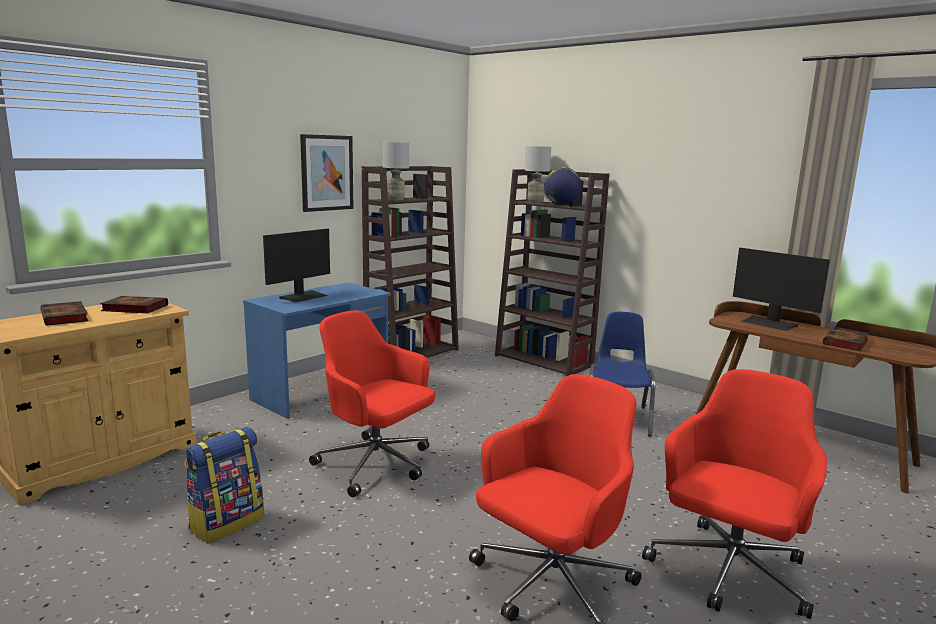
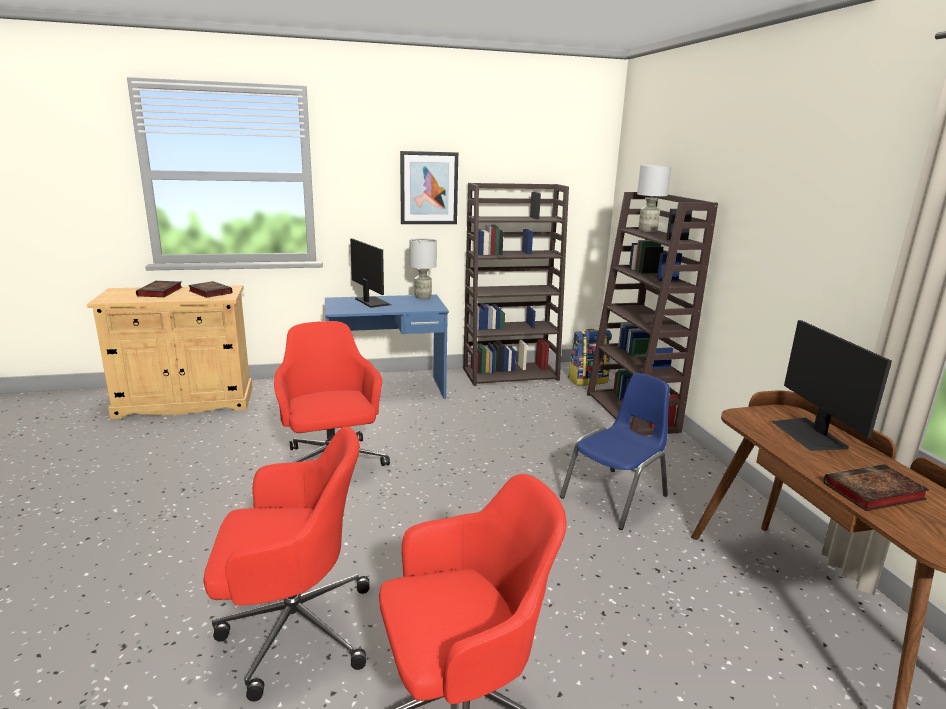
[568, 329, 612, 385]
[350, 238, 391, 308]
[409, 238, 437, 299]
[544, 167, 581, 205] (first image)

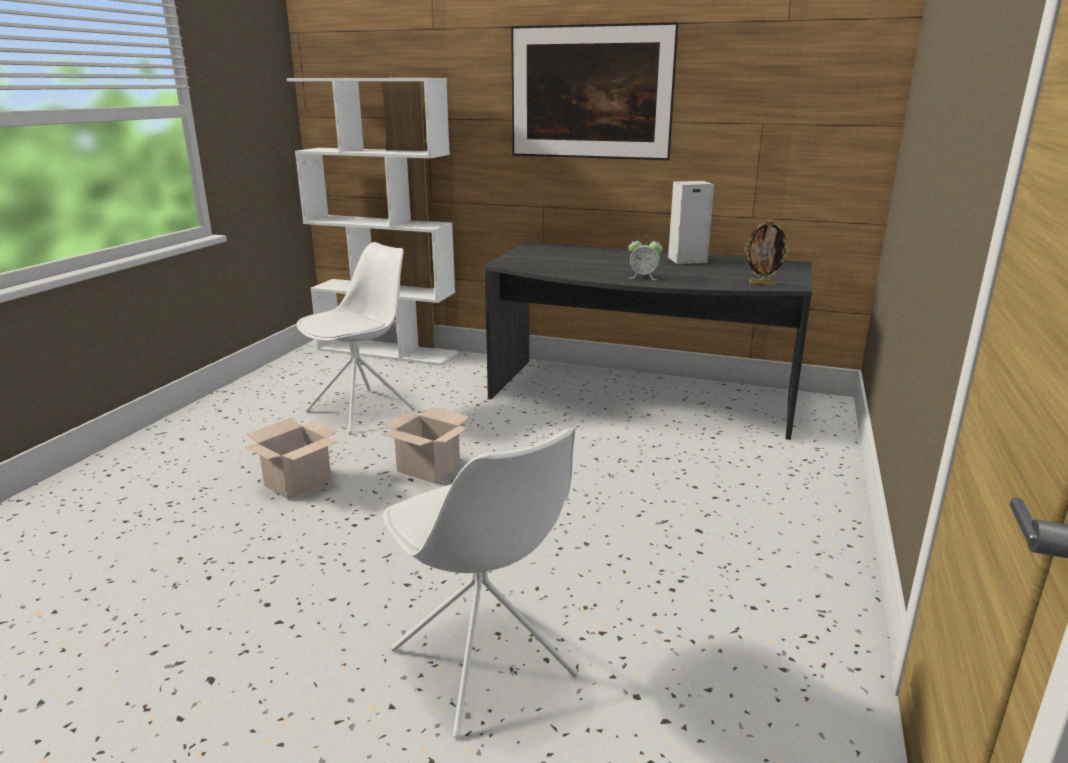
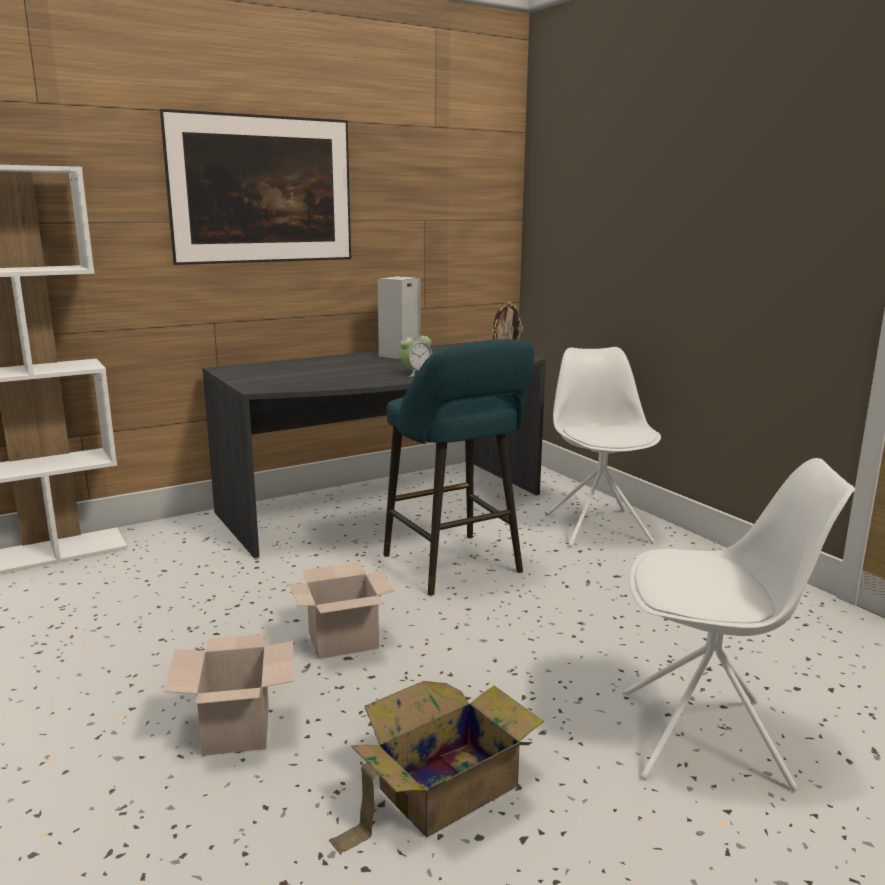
[547, 347, 661, 547]
[329, 681, 544, 855]
[383, 339, 534, 595]

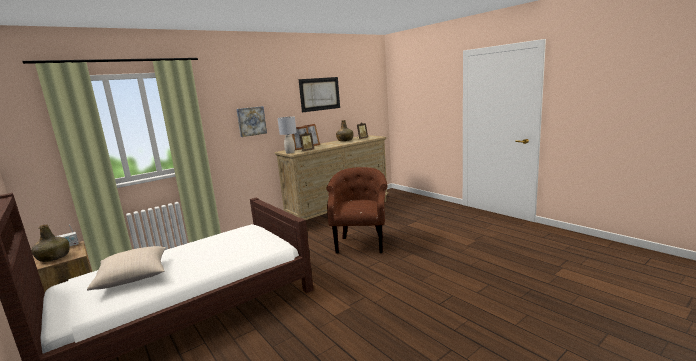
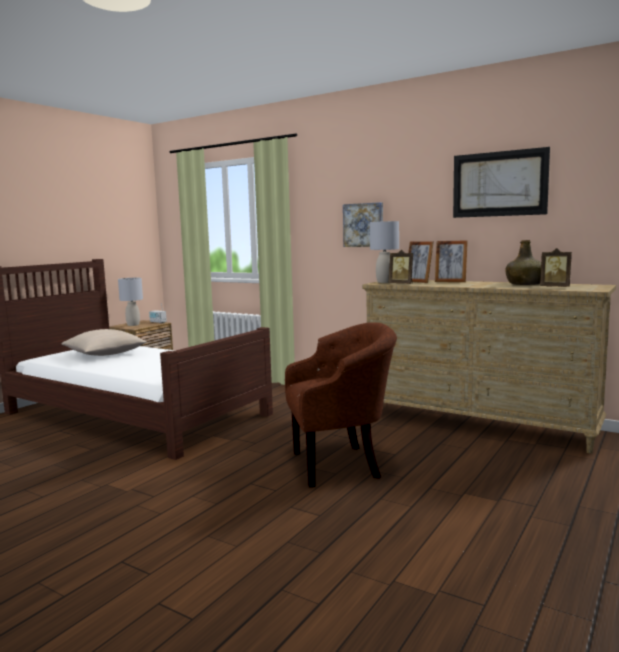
[118, 278, 143, 326]

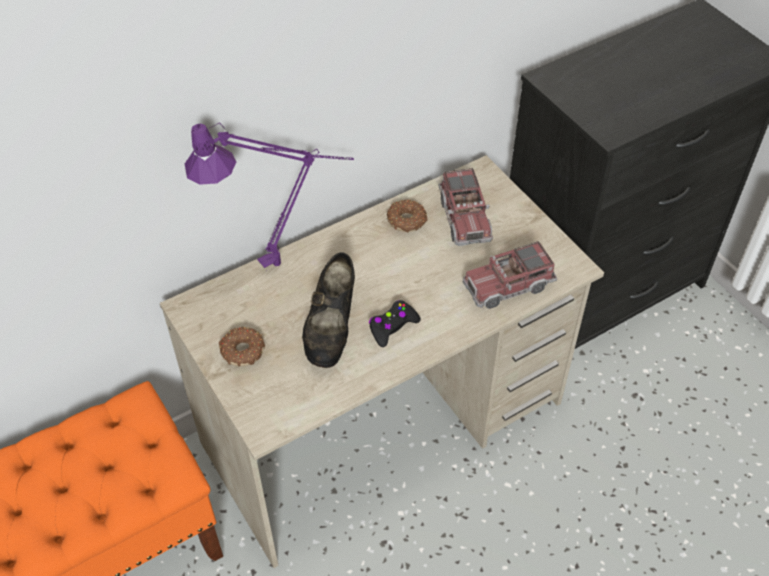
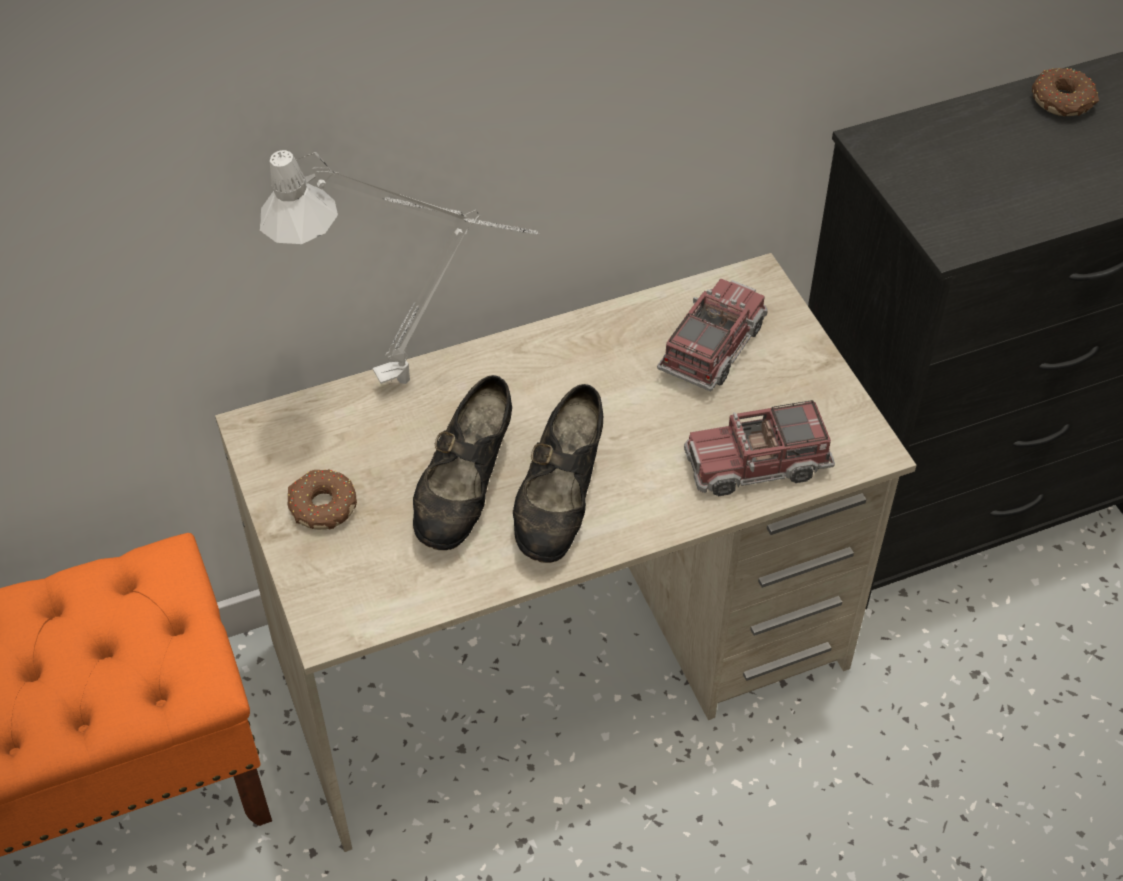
[260, 150, 539, 384]
[513, 384, 603, 563]
[1032, 68, 1099, 117]
[657, 279, 768, 391]

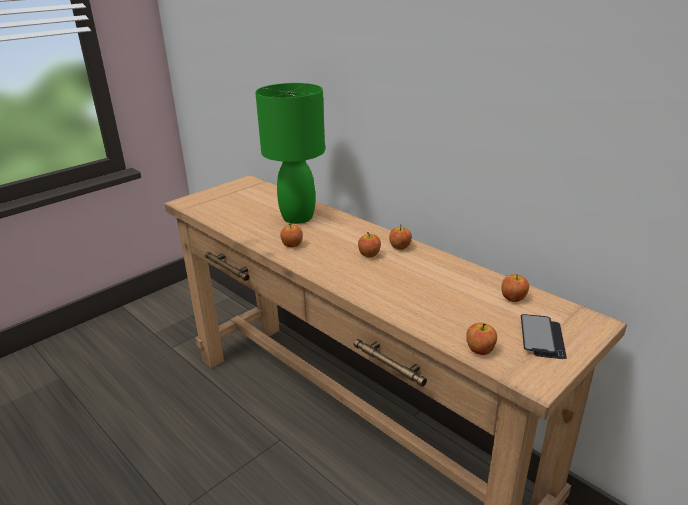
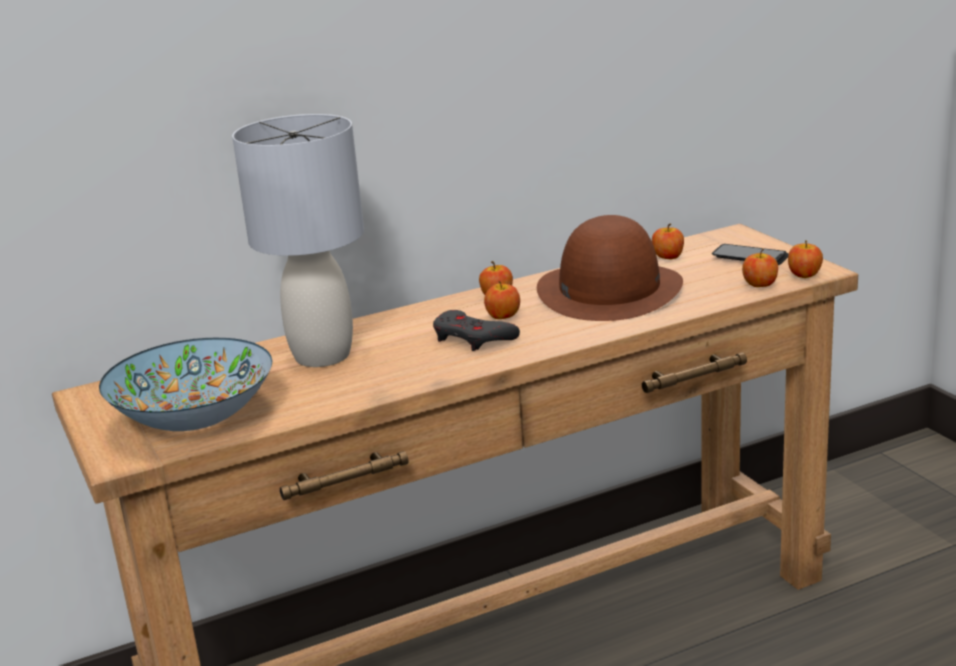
[232, 114, 364, 367]
[788, 240, 823, 278]
[99, 338, 272, 431]
[433, 310, 520, 351]
[537, 215, 683, 321]

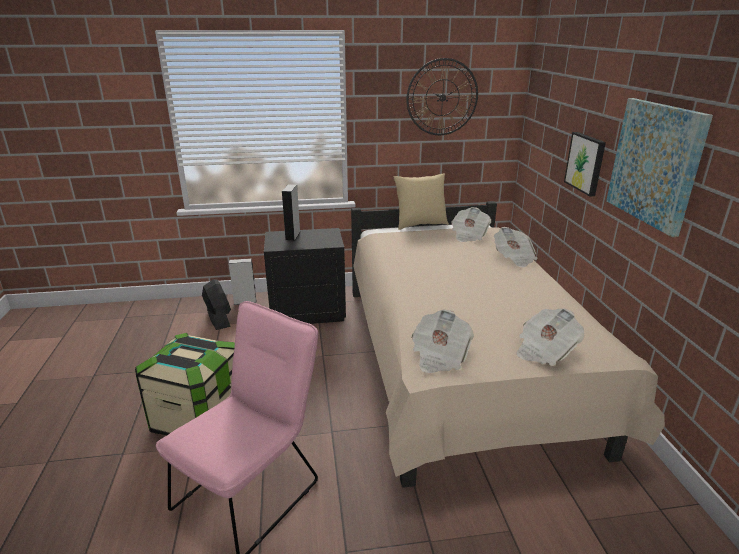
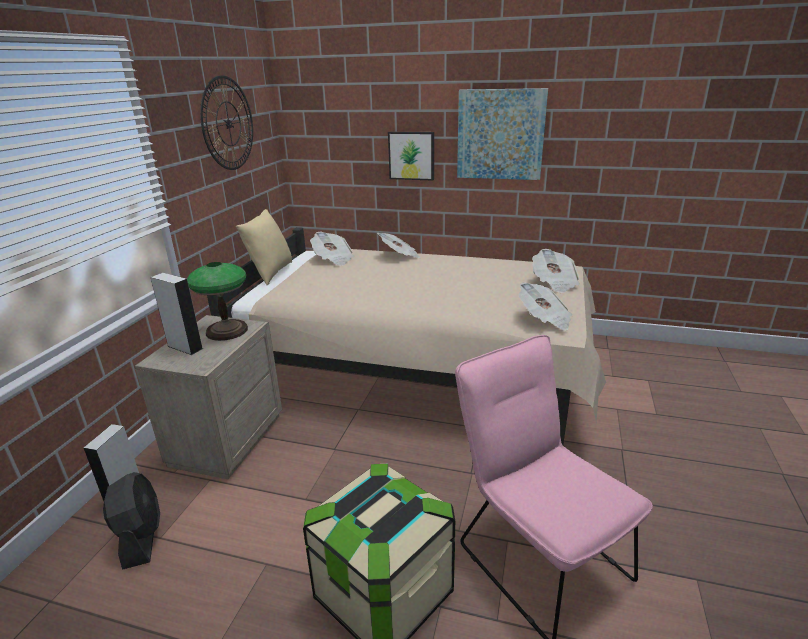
[103, 472, 160, 570]
[134, 315, 282, 479]
[187, 262, 248, 341]

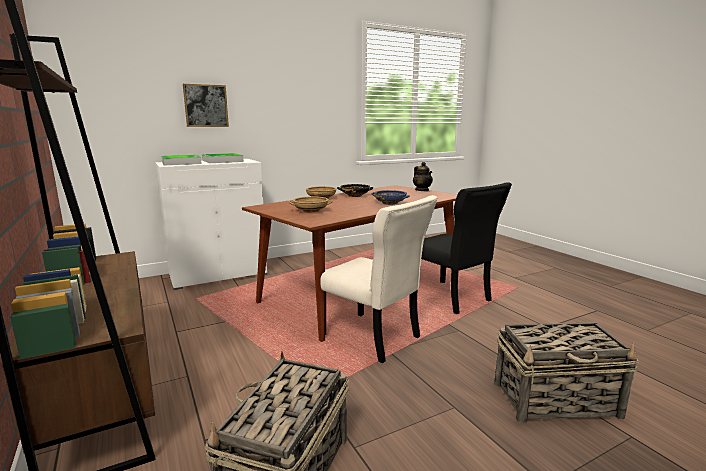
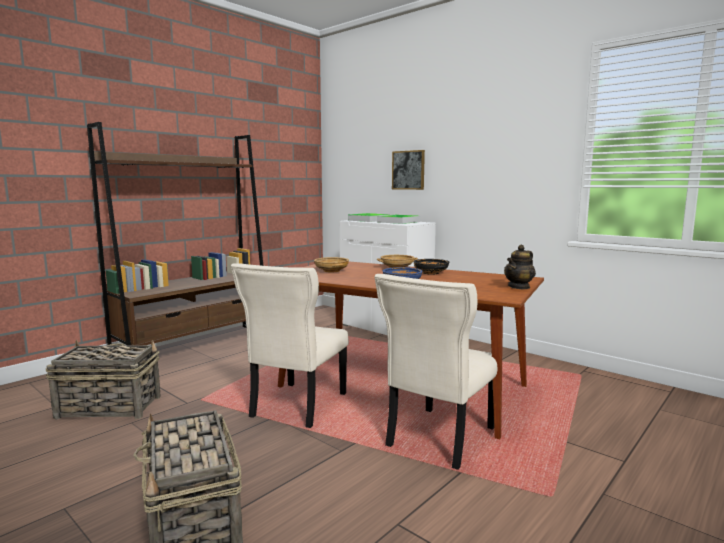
[375, 274, 497, 470]

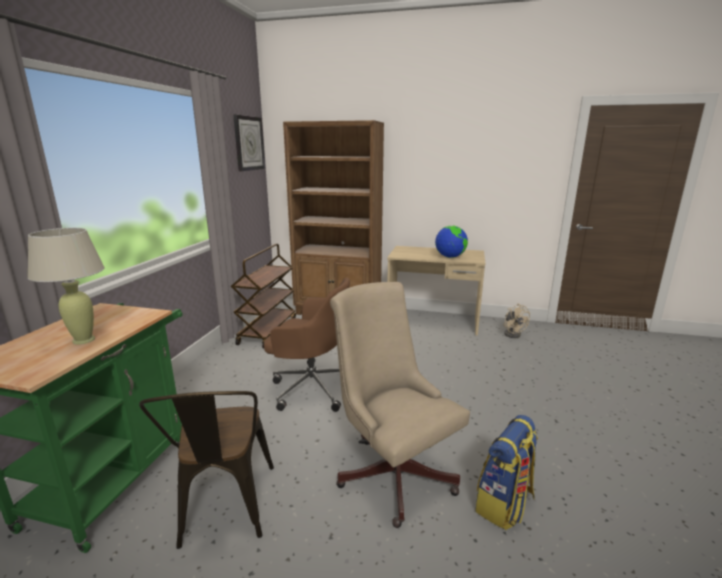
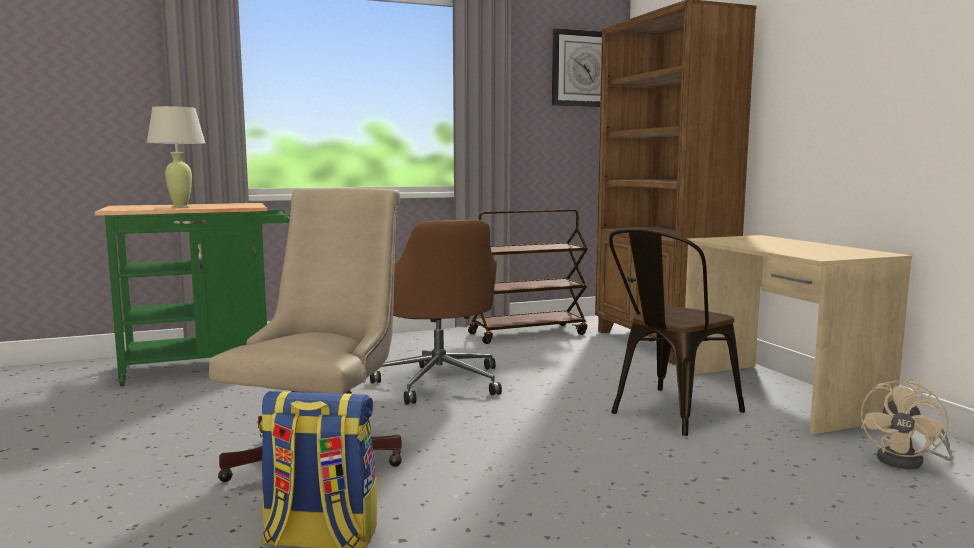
[609, 229, 745, 436]
[435, 226, 468, 258] (first image)

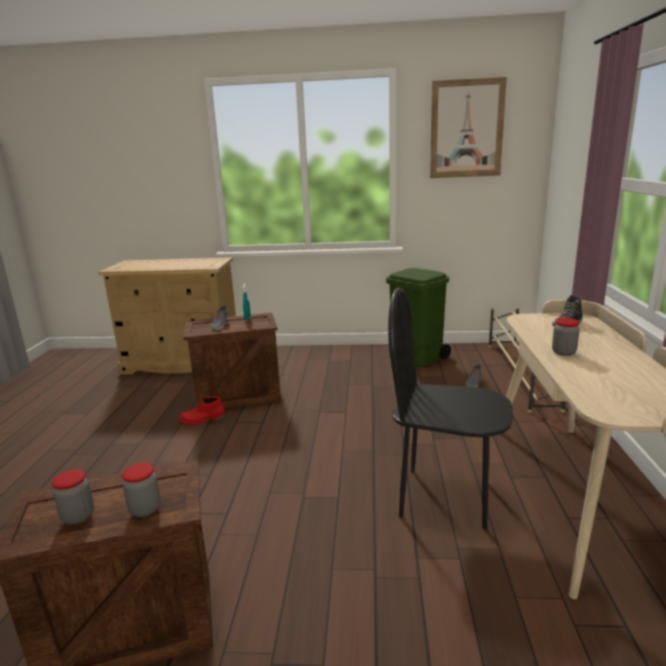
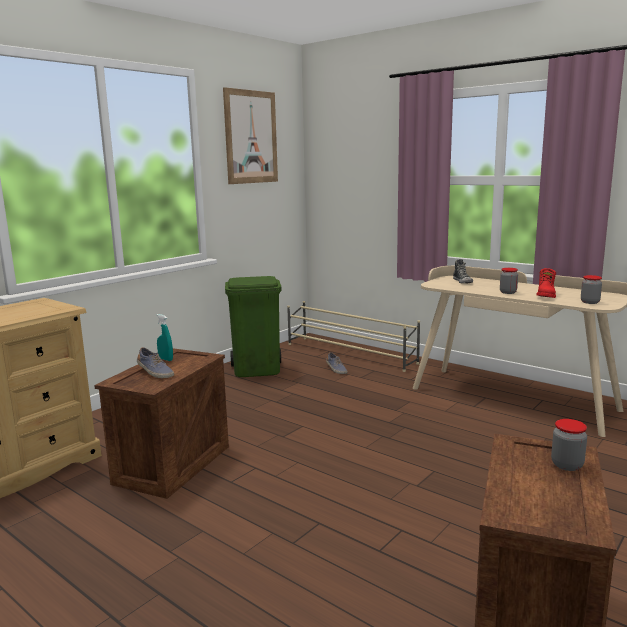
[581, 275, 602, 304]
[537, 268, 556, 298]
[388, 287, 513, 530] (first image)

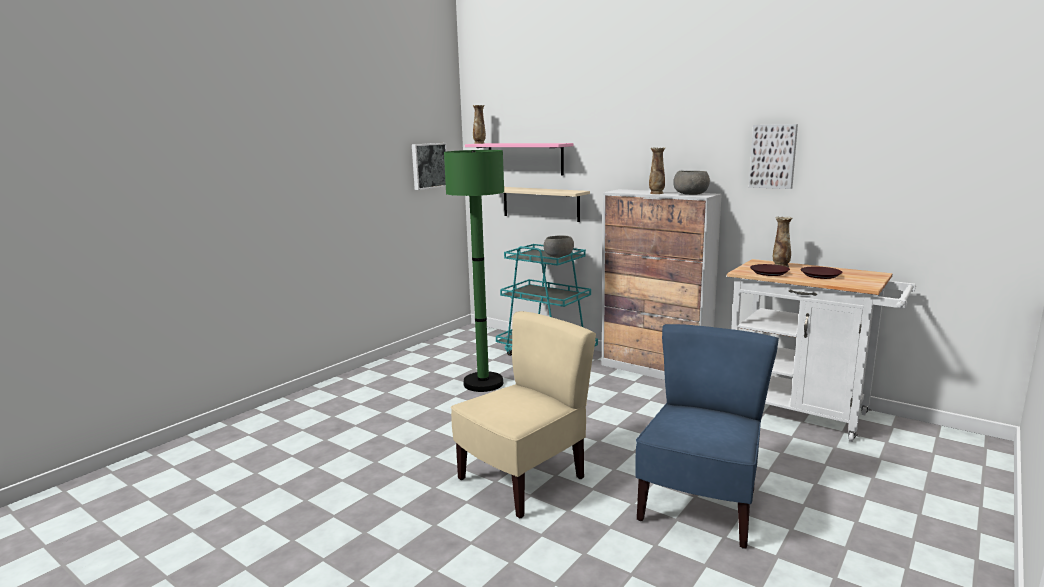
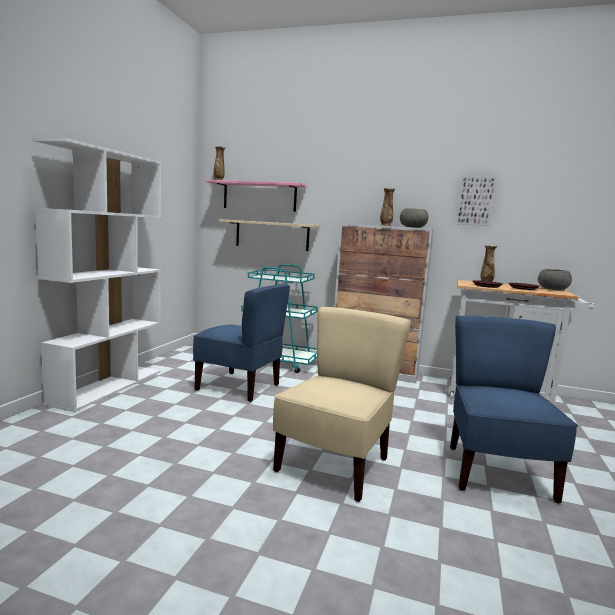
[412, 143, 447, 190] (first image)
[193, 284, 290, 402]
[538, 269, 572, 290]
[32, 138, 161, 412]

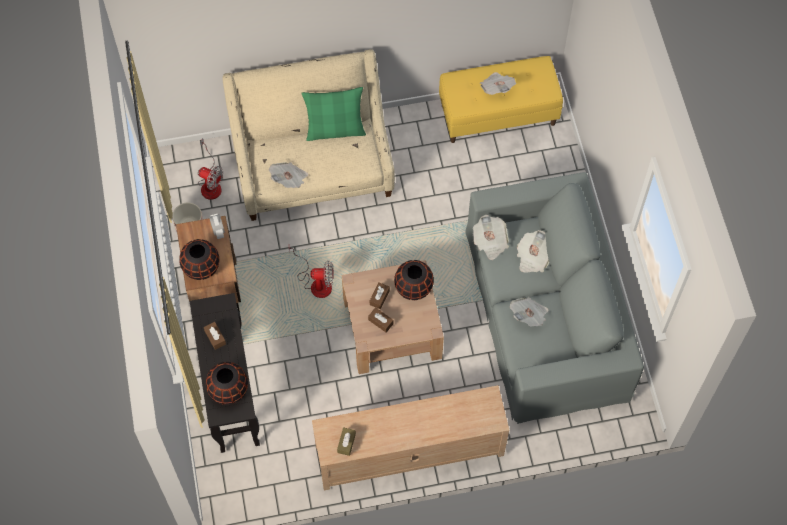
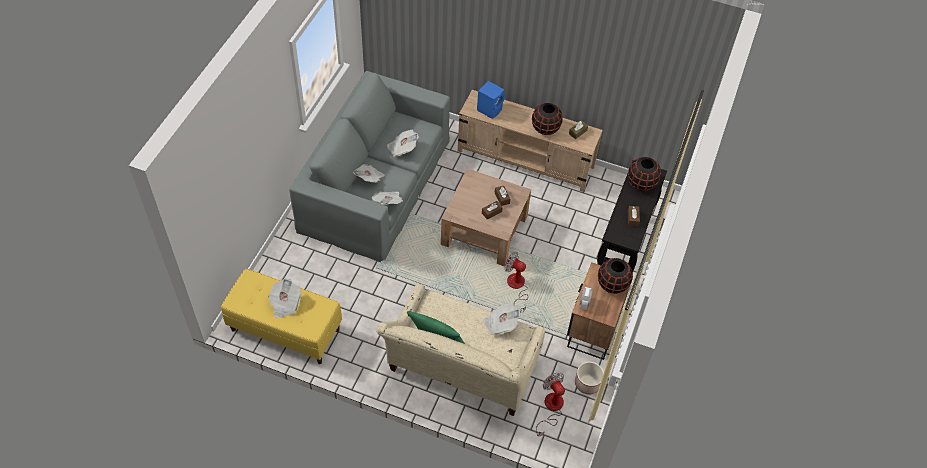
[532, 103, 563, 135]
[477, 81, 505, 119]

